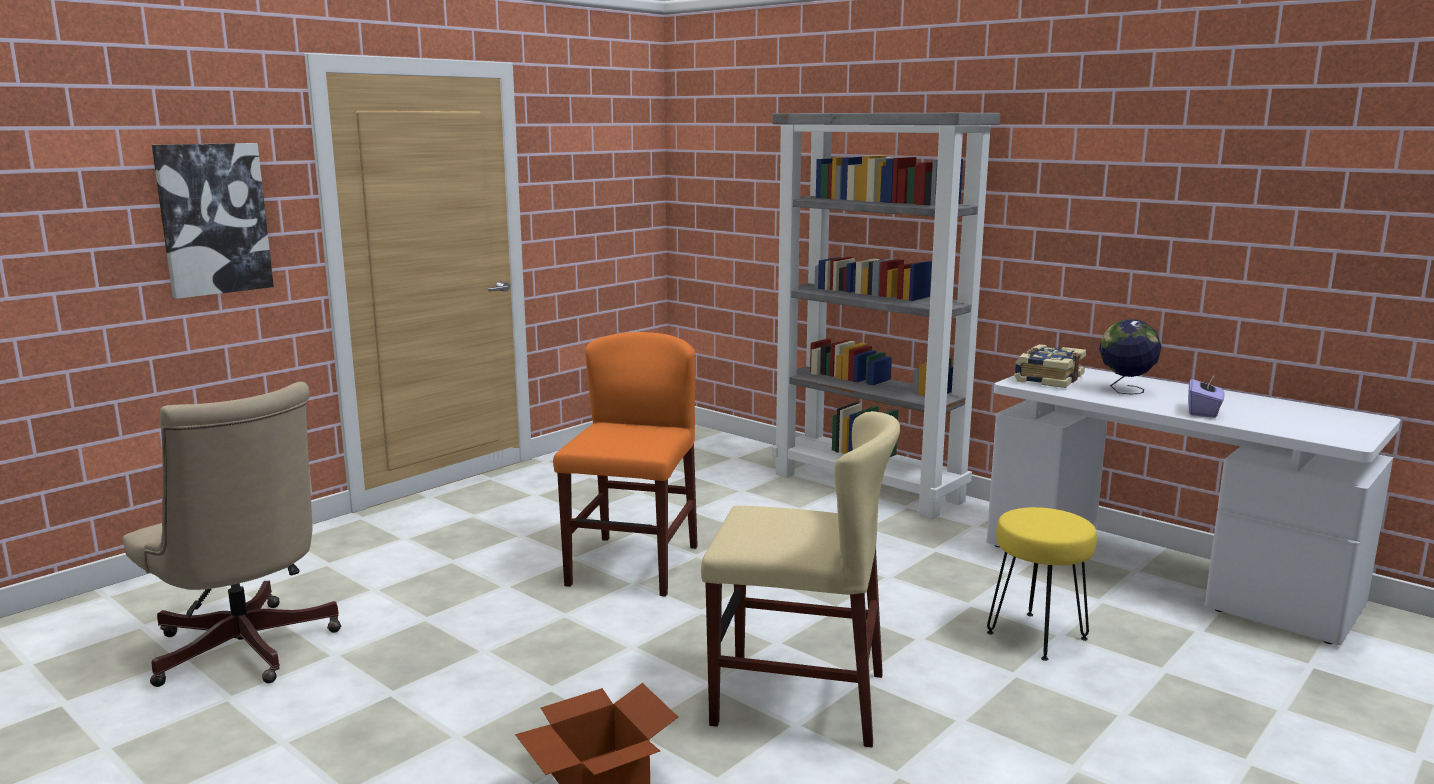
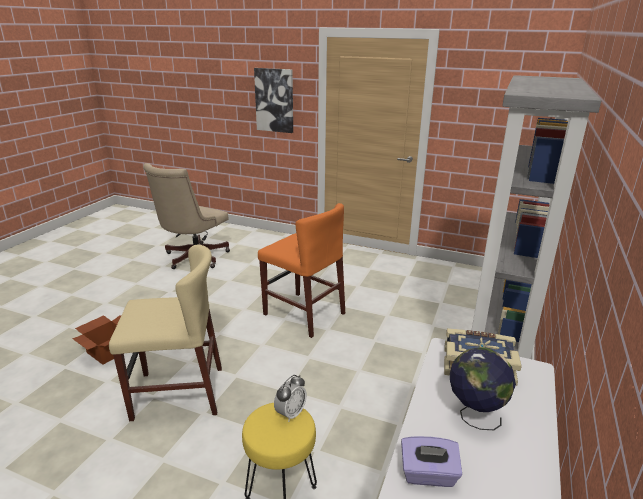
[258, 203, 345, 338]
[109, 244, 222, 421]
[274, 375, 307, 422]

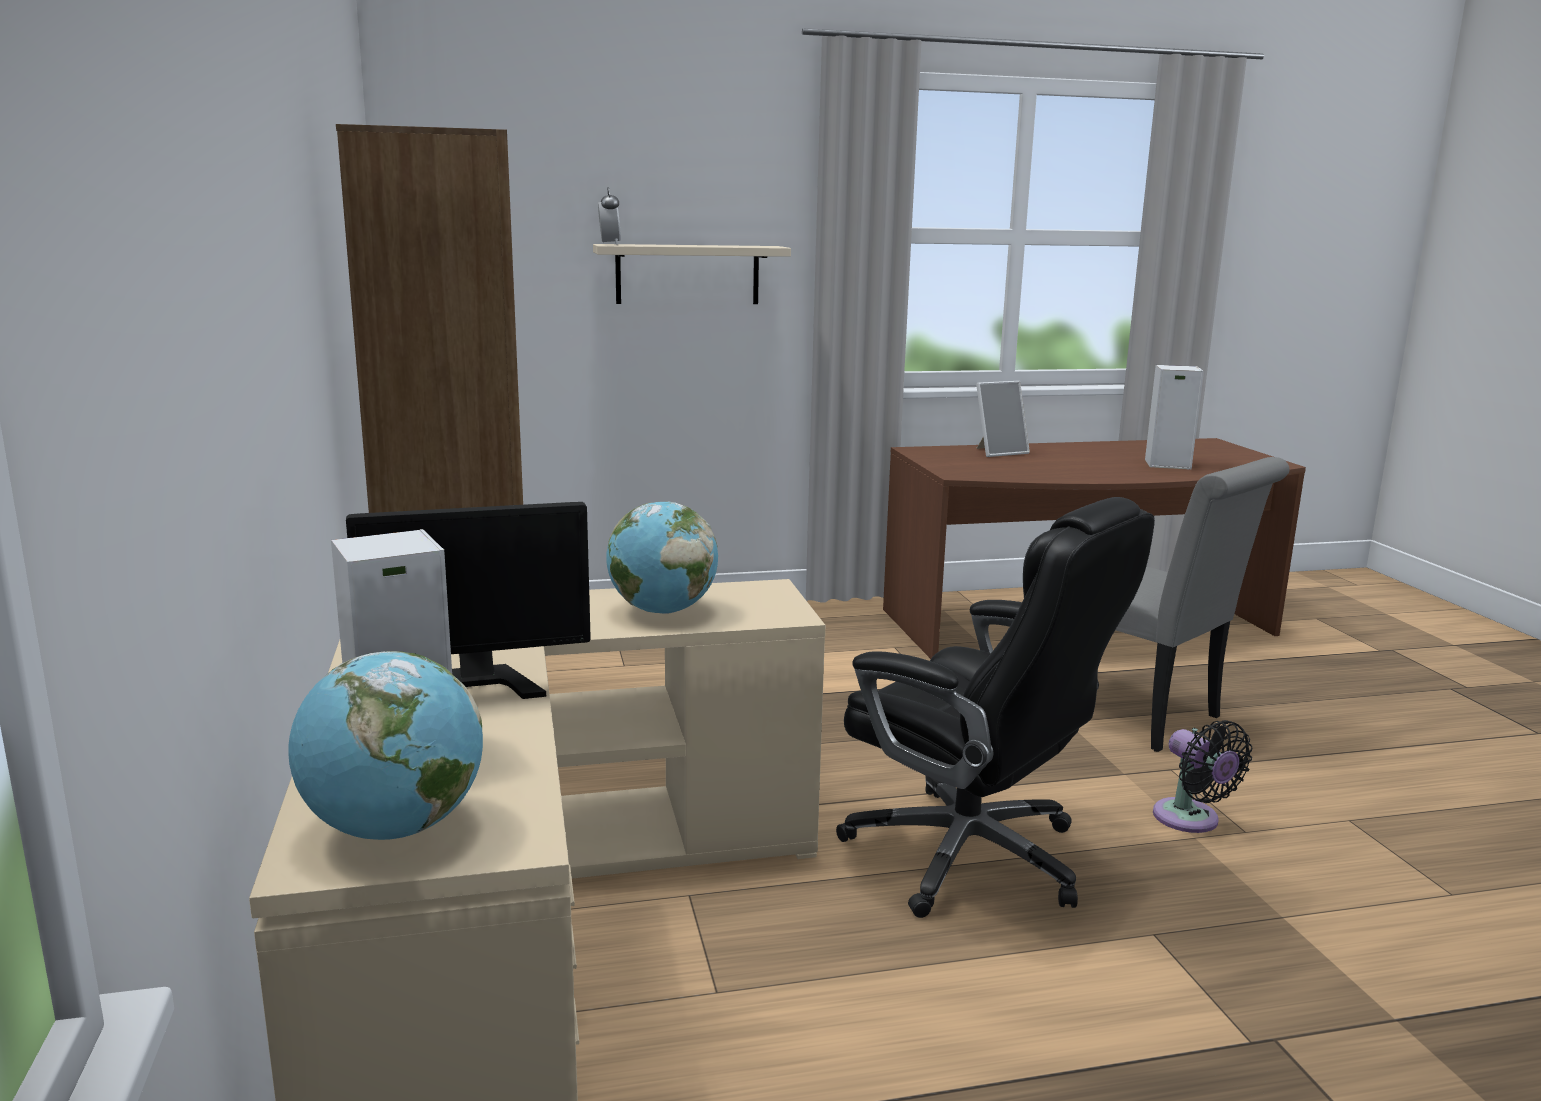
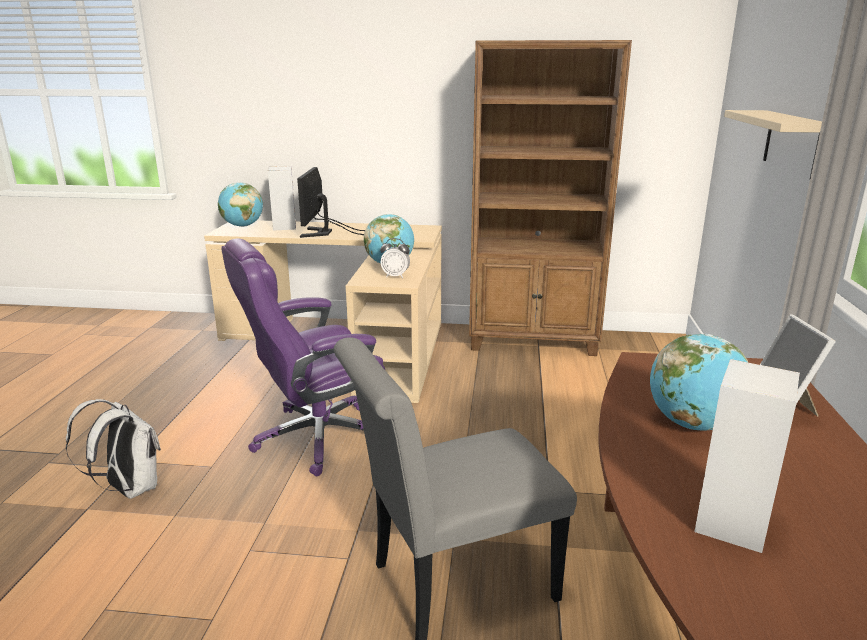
[380, 238, 410, 278]
[221, 238, 385, 476]
[1153, 720, 1253, 833] (first image)
[66, 399, 161, 499]
[650, 334, 748, 430]

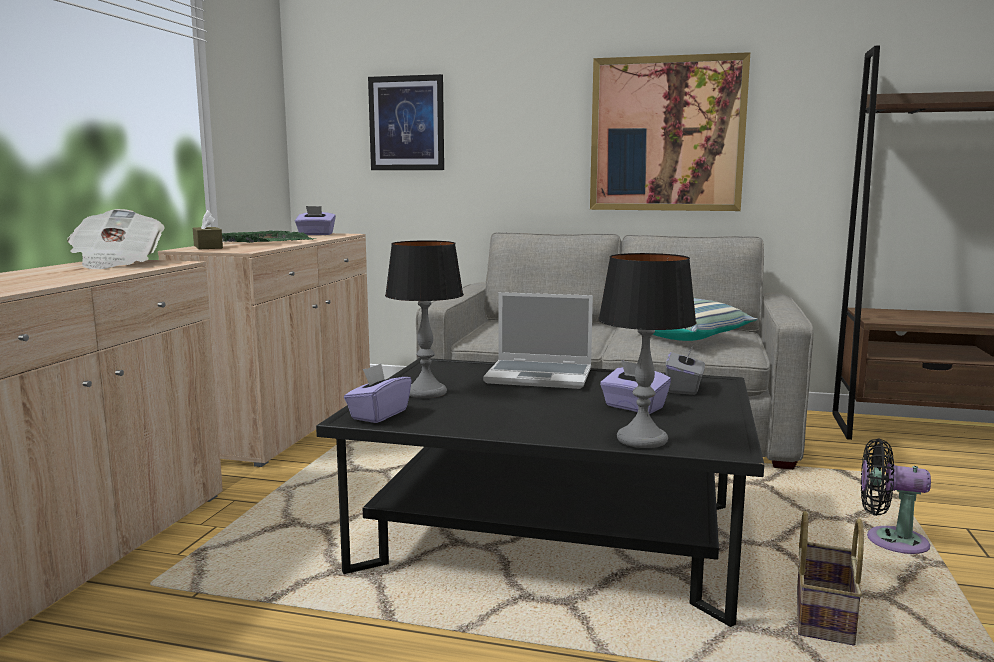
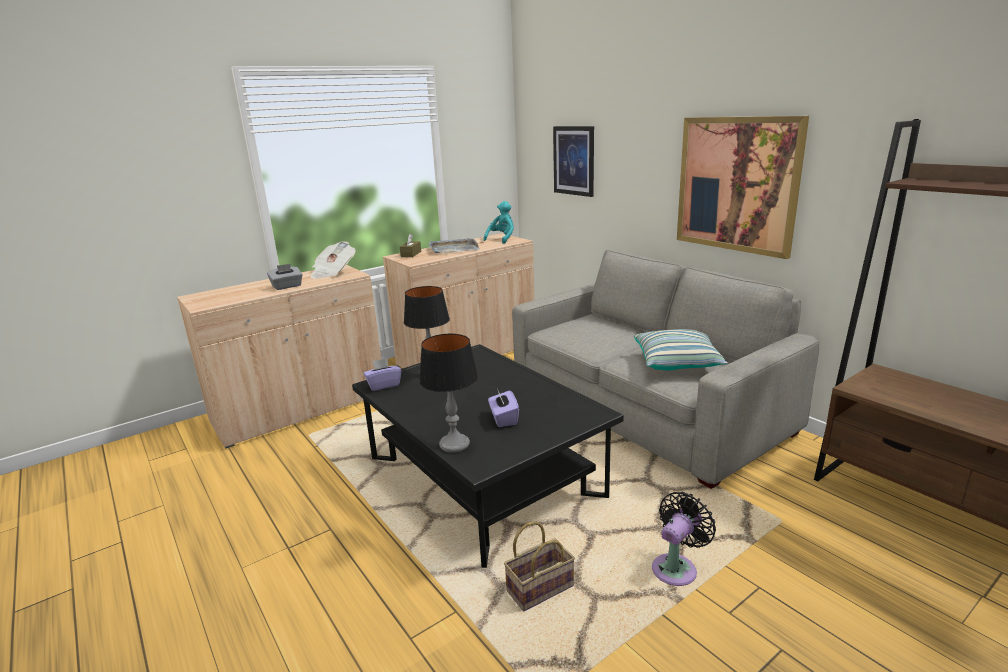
[429, 238, 479, 253]
[484, 201, 514, 244]
[483, 292, 593, 389] (first image)
[267, 264, 303, 290]
[652, 492, 716, 586]

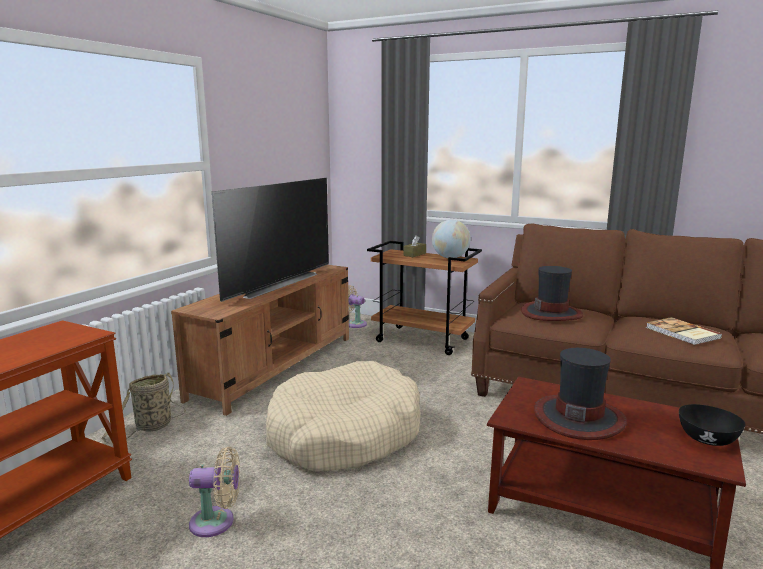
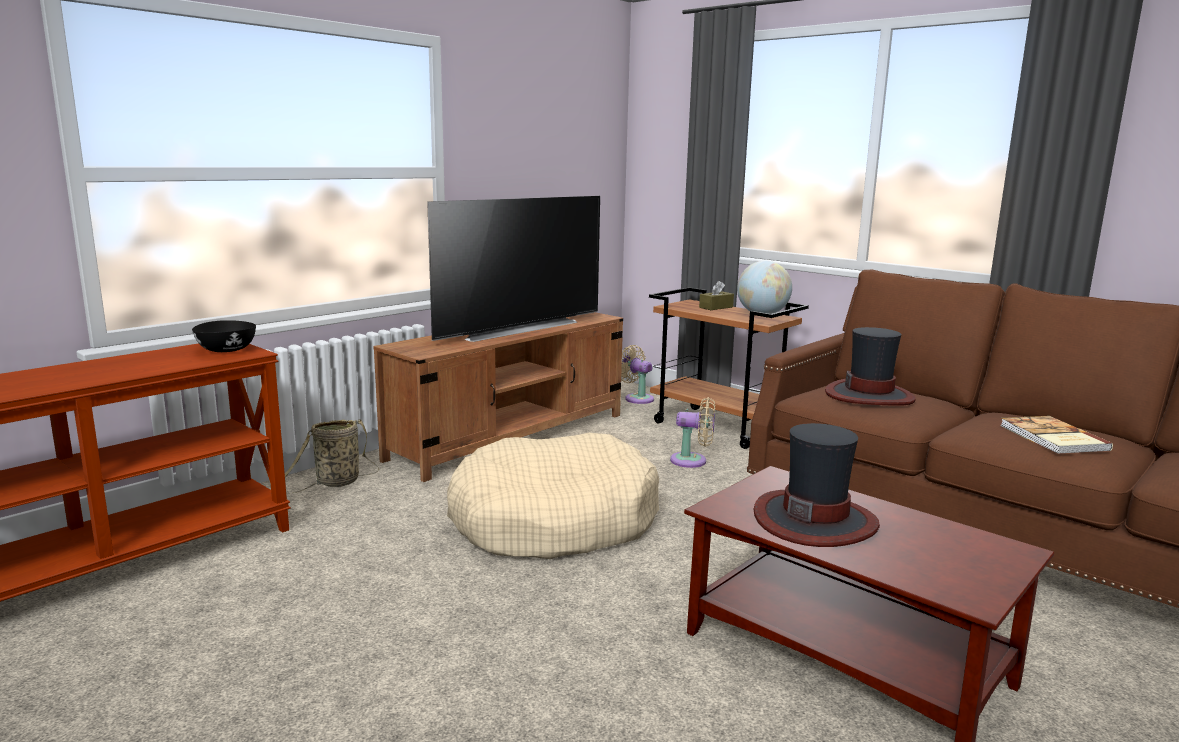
[670, 397, 715, 468]
[192, 320, 256, 352]

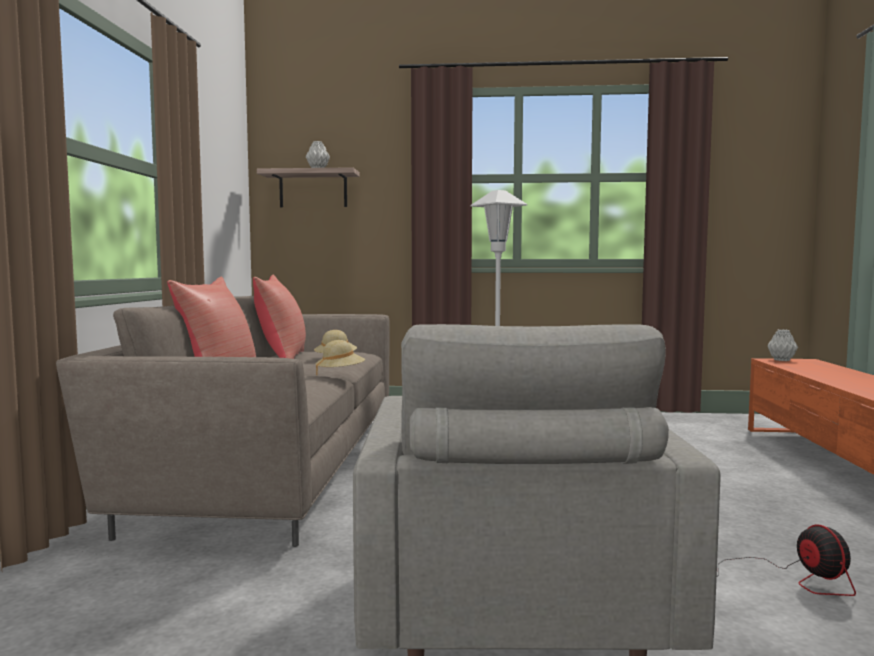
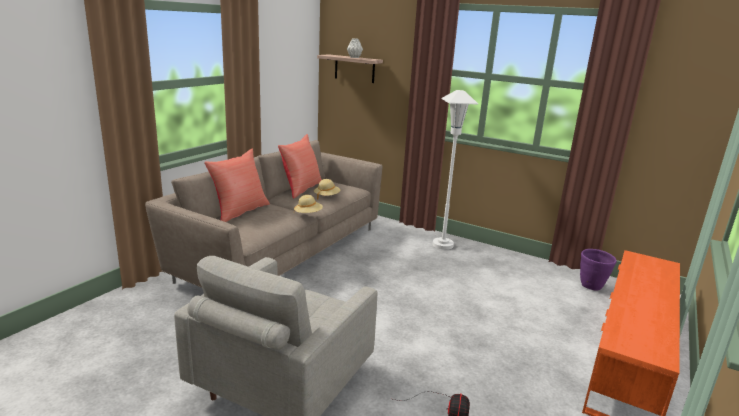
[768, 329, 798, 361] (first image)
[580, 249, 617, 291]

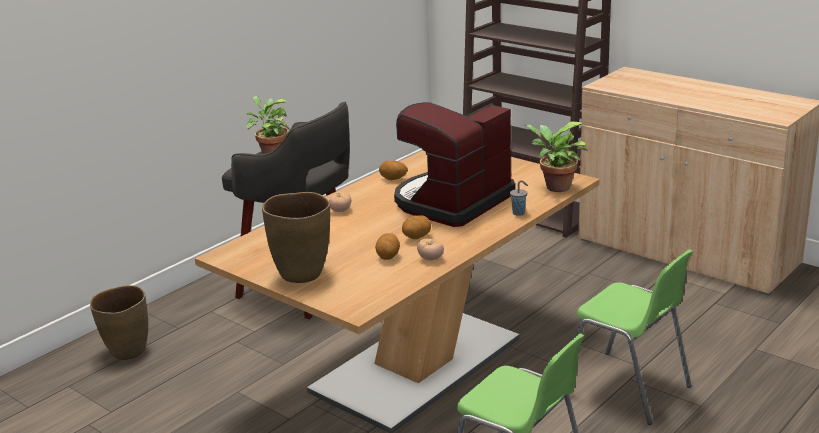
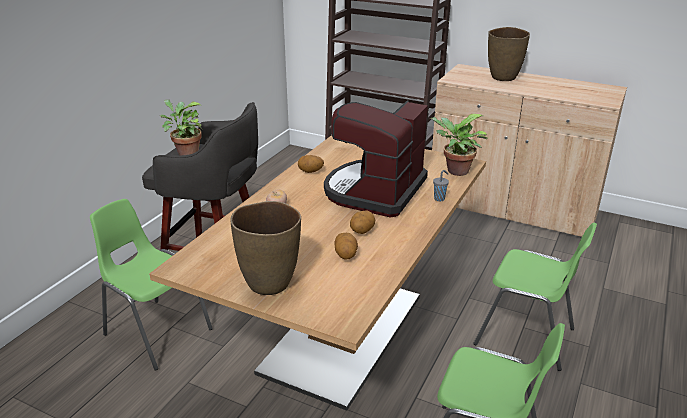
[488, 27, 530, 81]
[417, 238, 444, 260] (first image)
[90, 199, 213, 371]

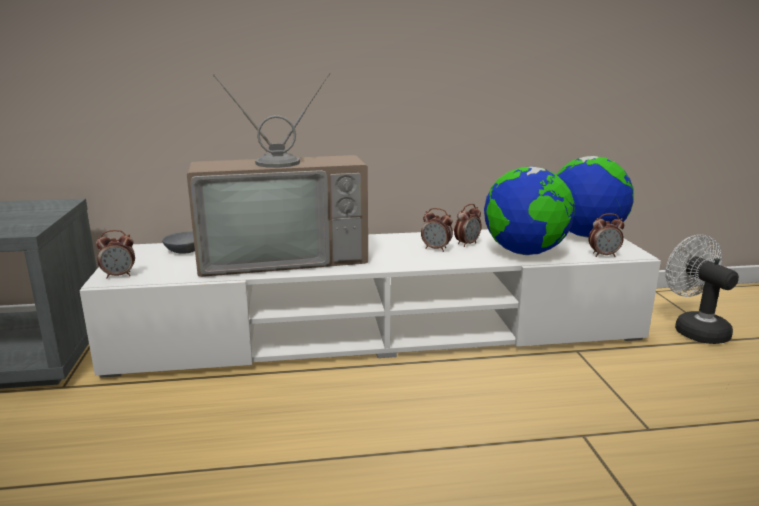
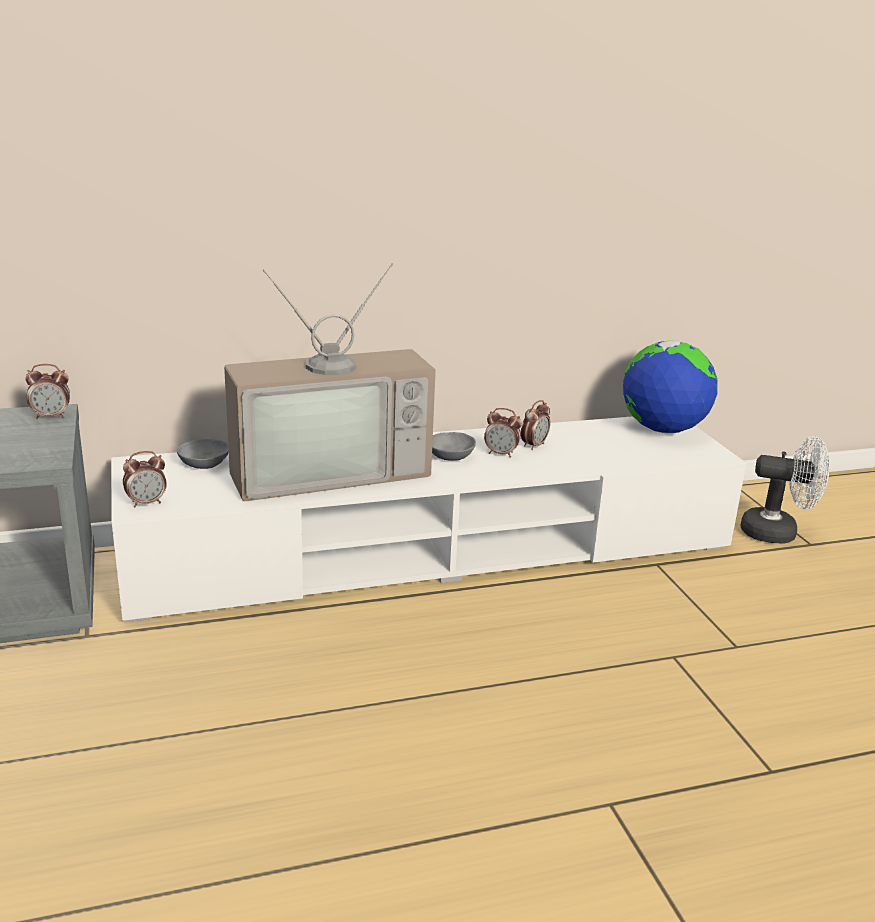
[484, 166, 575, 255] (first image)
[25, 364, 70, 419]
[740, 436, 830, 544]
[432, 432, 476, 461]

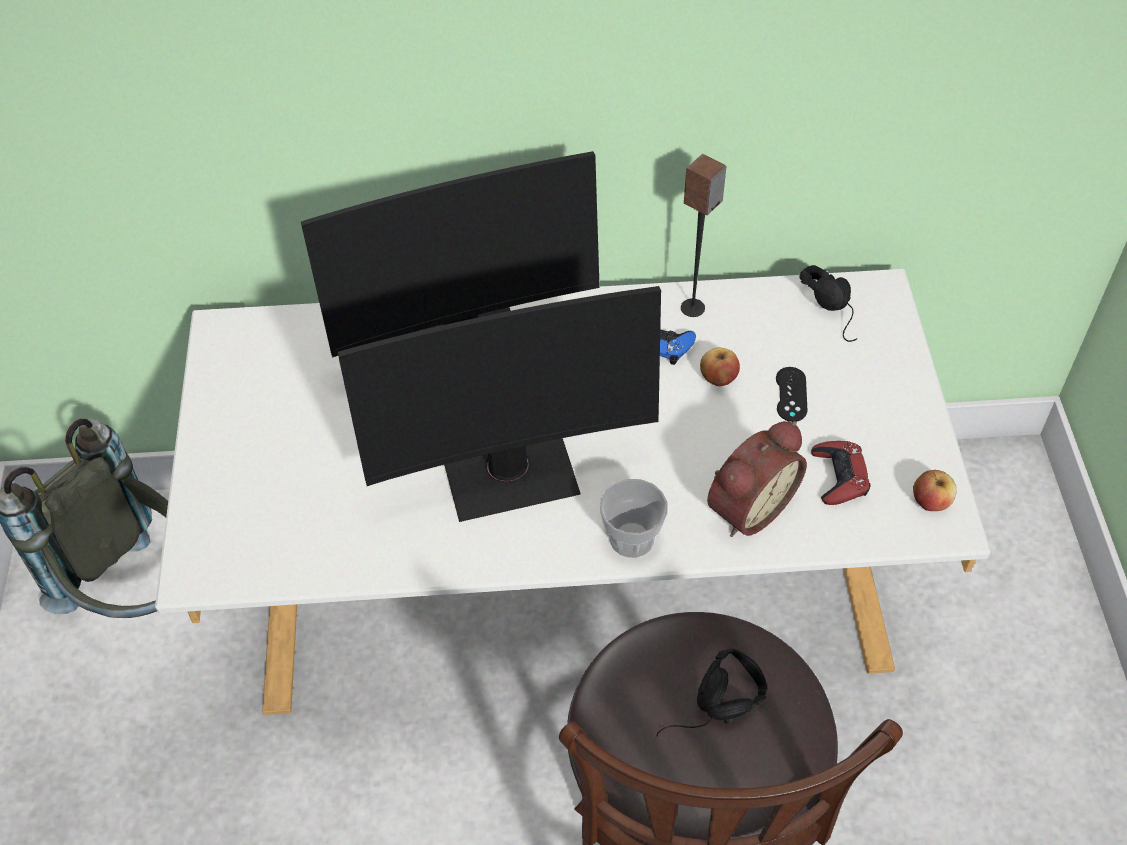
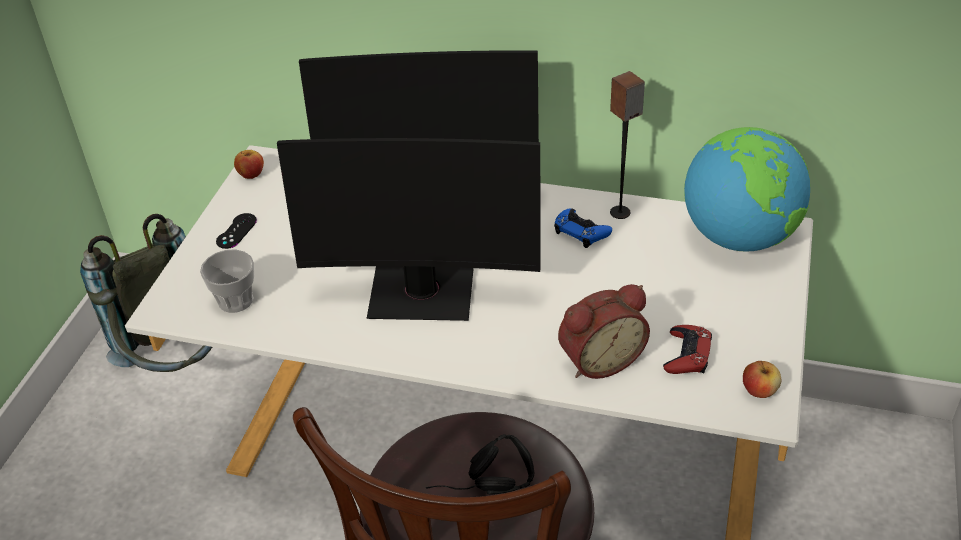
[200, 249, 254, 313]
[234, 150, 264, 179]
[216, 213, 257, 249]
[684, 127, 810, 252]

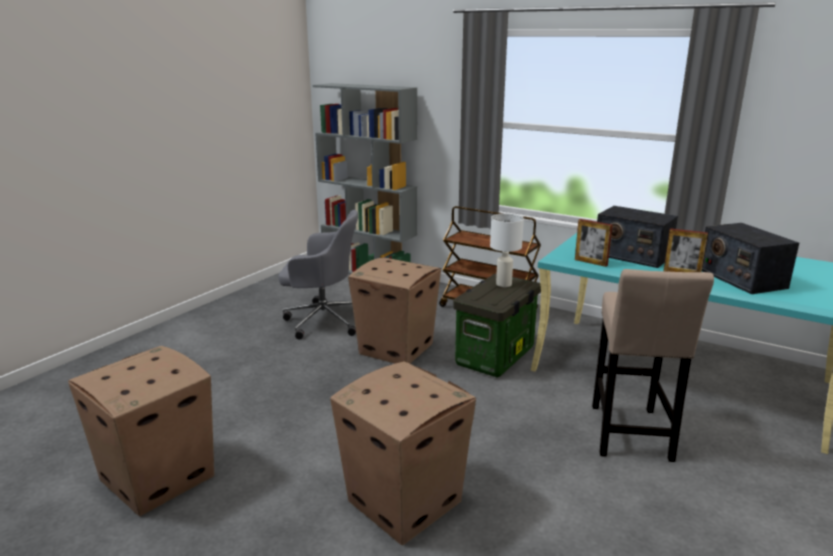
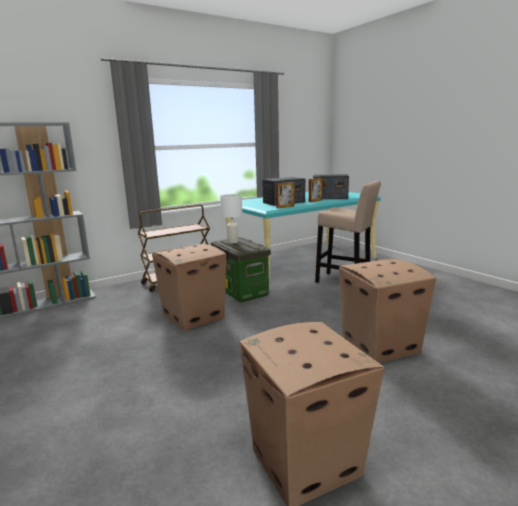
[278, 210, 358, 339] (first image)

